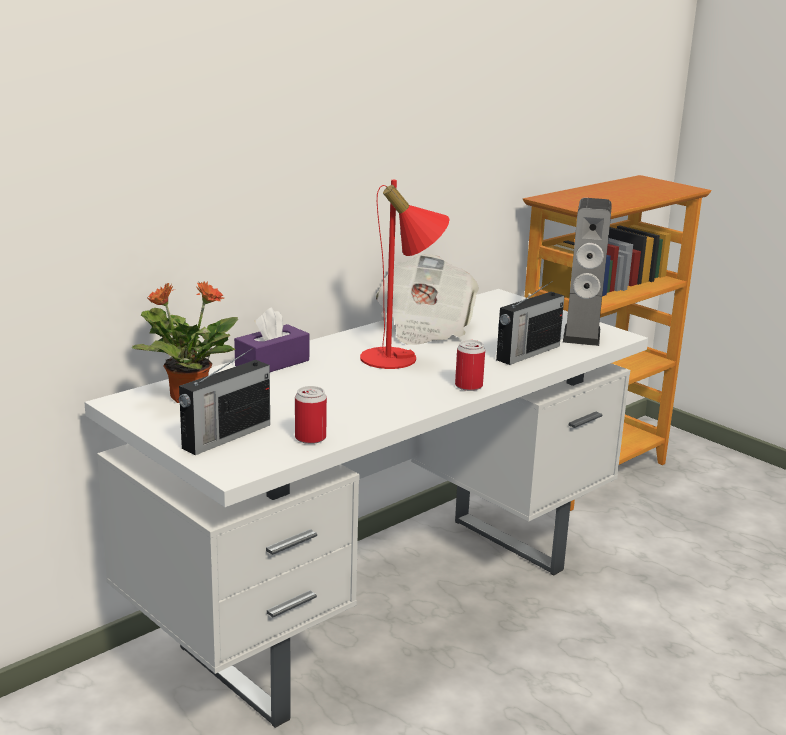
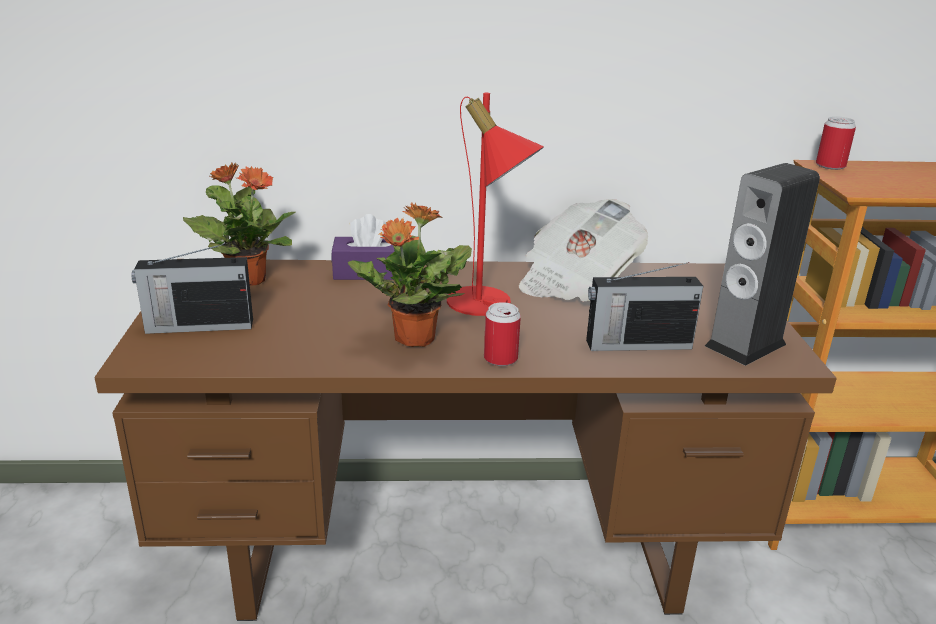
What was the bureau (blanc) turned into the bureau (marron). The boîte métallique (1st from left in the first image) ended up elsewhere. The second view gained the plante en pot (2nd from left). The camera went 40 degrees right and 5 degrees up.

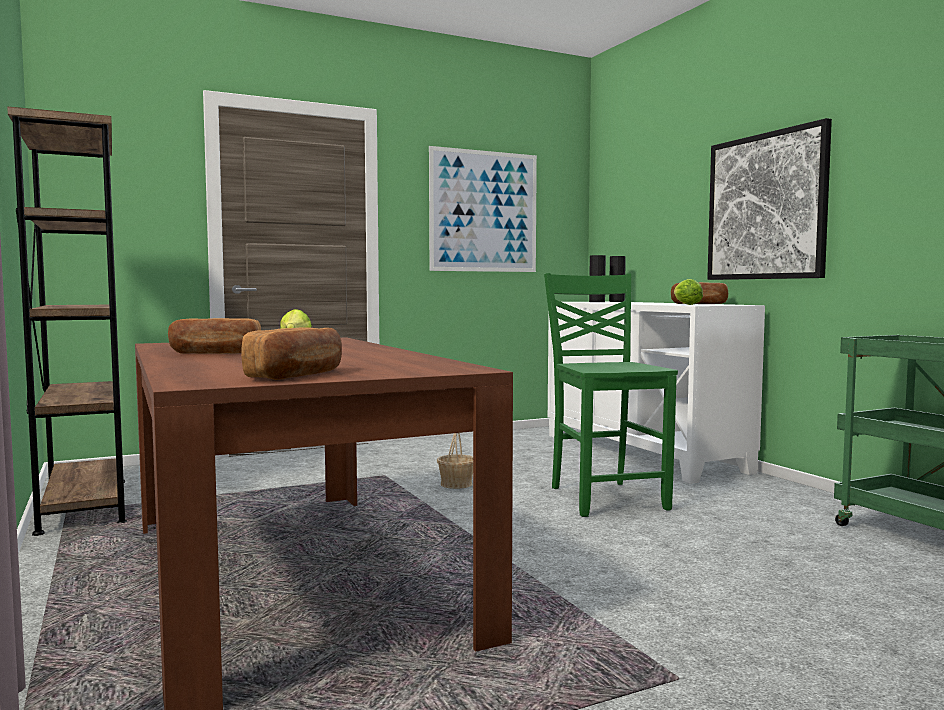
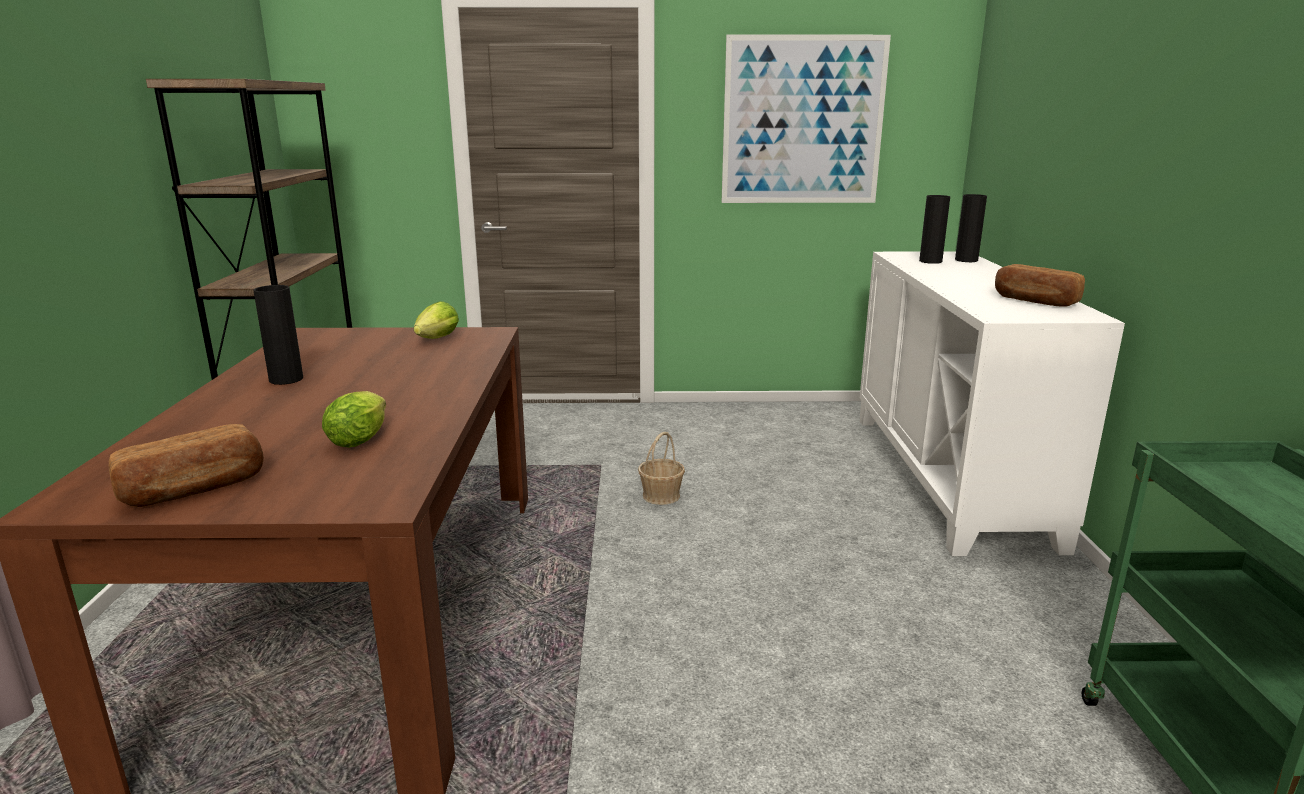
The second view lost the tableau (2nd from left). The second view lost the chaise (vert). The laitue (2nd from left in the first image) ended up elsewhere. Where the pain (1st from left) stood, the vase (noir) (1st from left) came to stand. The camera went 25 degrees right and 15 degrees up.

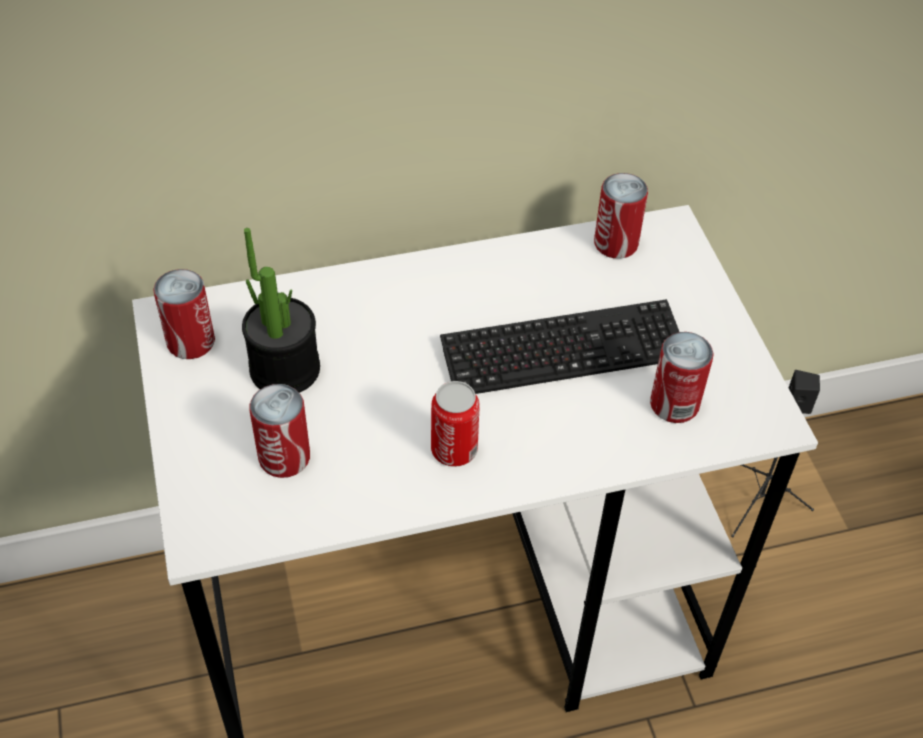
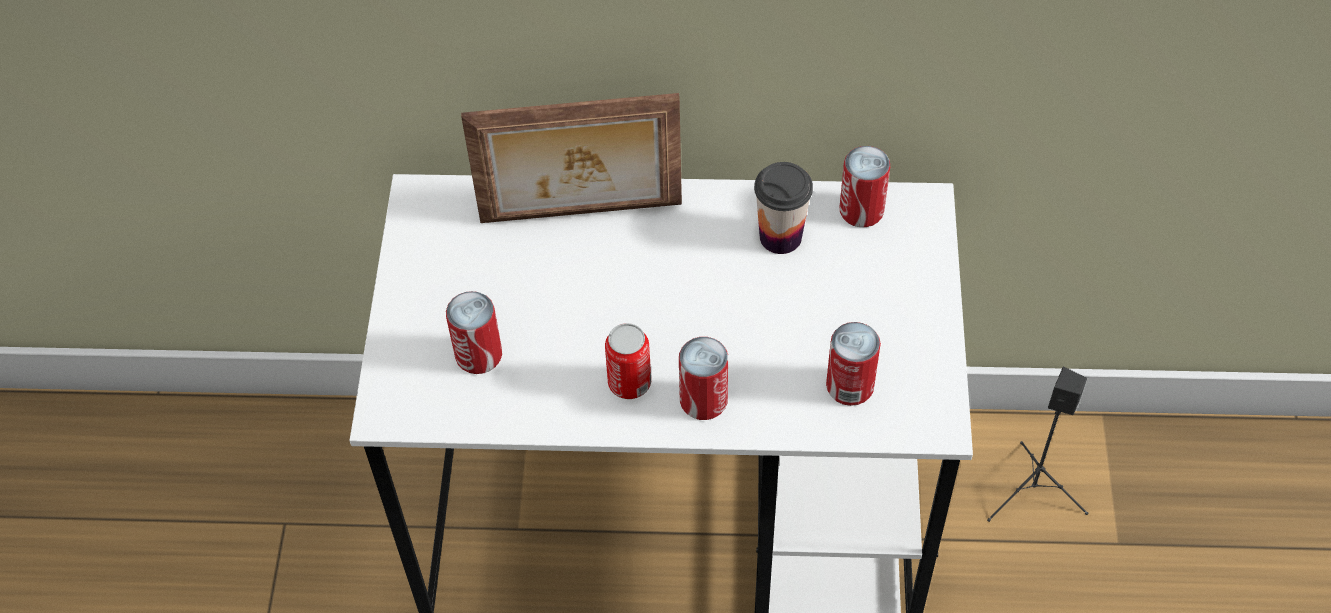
The second view lost the plante en pot. The boîte métallique (1st from left in the first image) ended up elsewhere. The second view lost the clavier. The second view gained the cadre photo. The second view gained the tasse. The camera went 20 degrees right and 5 degrees up.

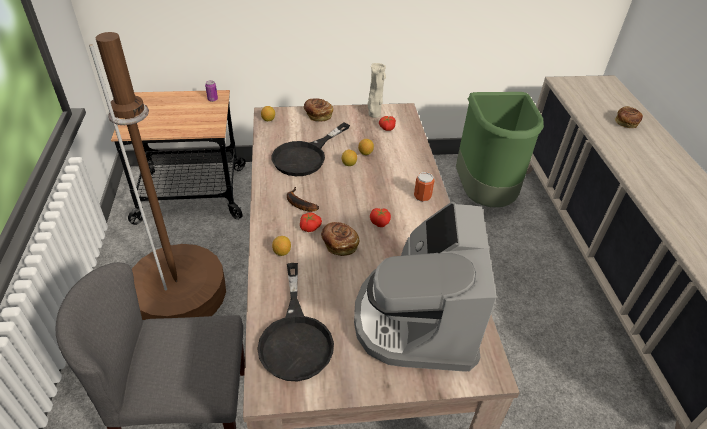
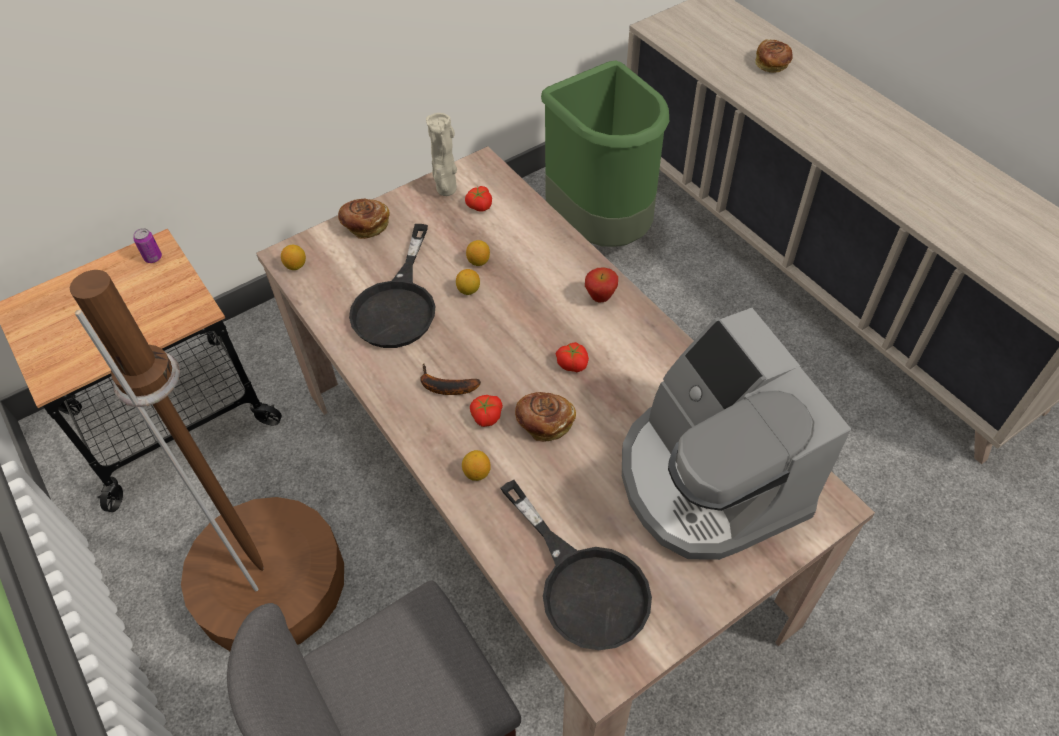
Where the boîte métallique (2nd from left) stood, the pomme came to stand. The camera went 25 degrees left and 10 degrees up.

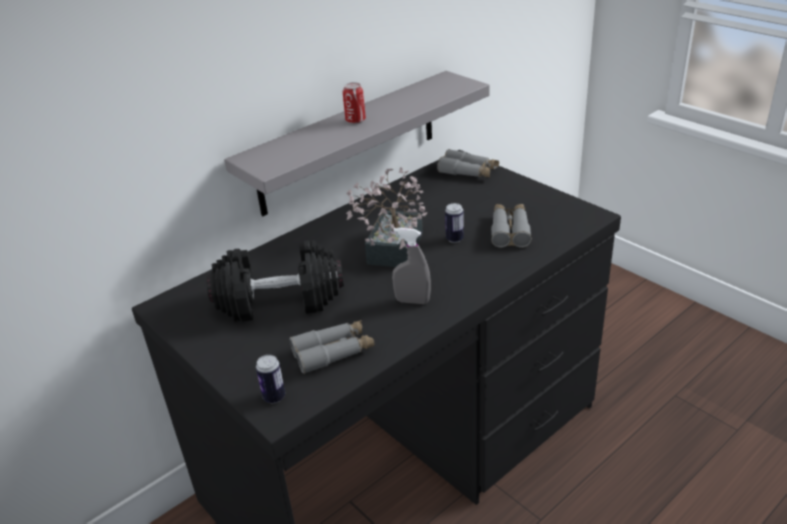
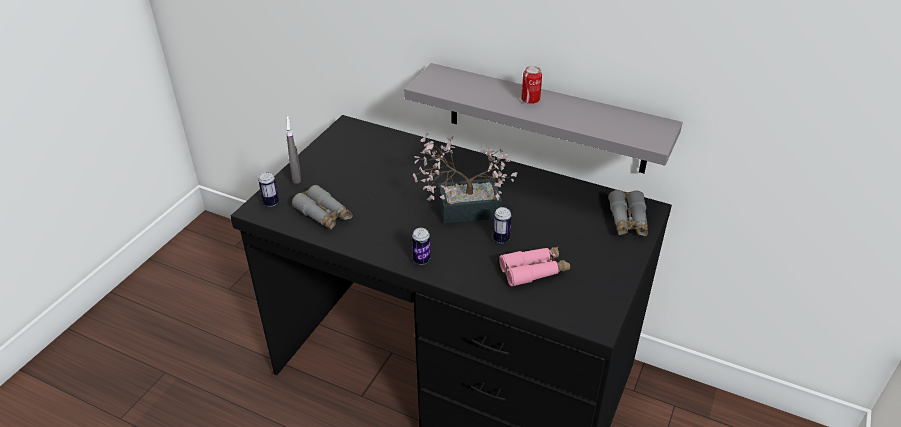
What was the jumelles (gris) (3rd from left) turned into the jumelles (rose). The vaporisateur (gris) ended up elsewhere. The second view lost the haltère (noir). The second view gained the boîte métallique (2nd from left). The camera went 65 degrees right and 5 degrees up.

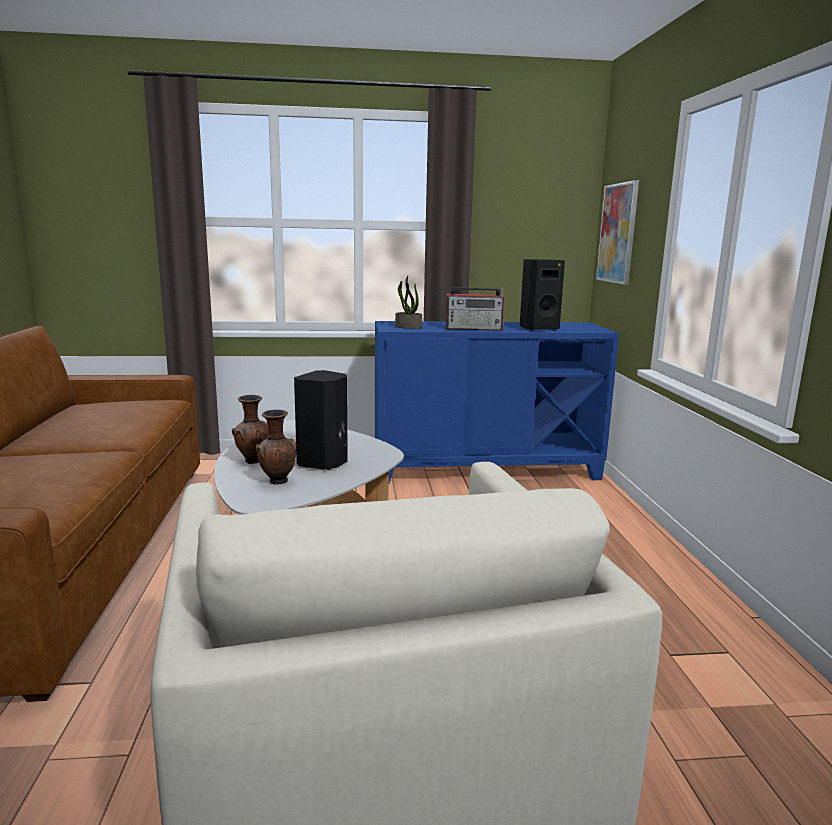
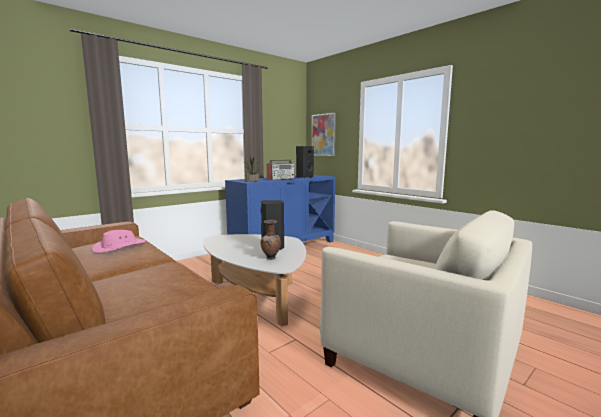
The second view lost the vase (marron) (1st from left). The second view gained the chapeau (rose). The camera went 35 degrees left and 5 degrees down.

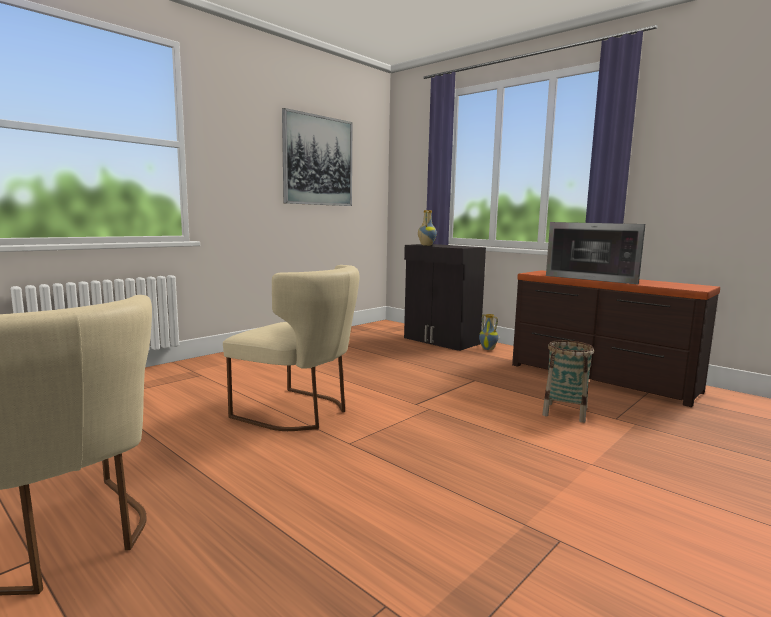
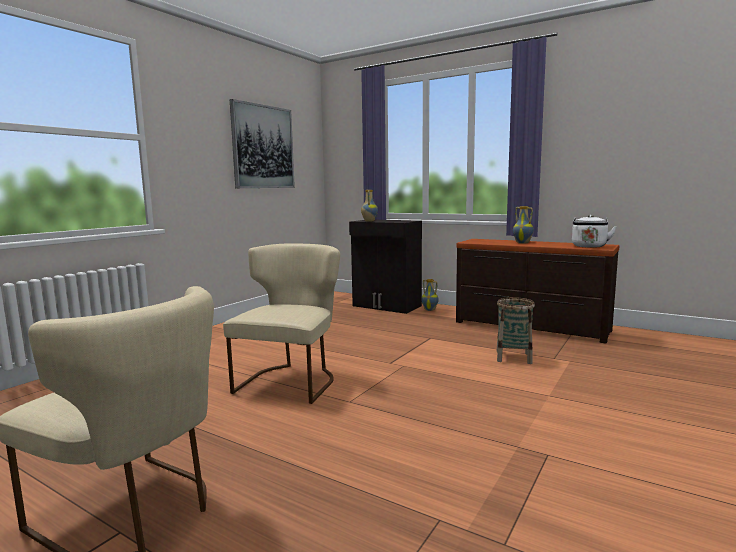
Where the micro-ondes stood, the vase (3rd from left) came to stand. The chaise (beige) (2nd from left) ended up facing another way, 90 degrees counterclockwise from before. The second view gained the bouilloire (blanc). The camera went 10 degrees left and 0 degrees up.

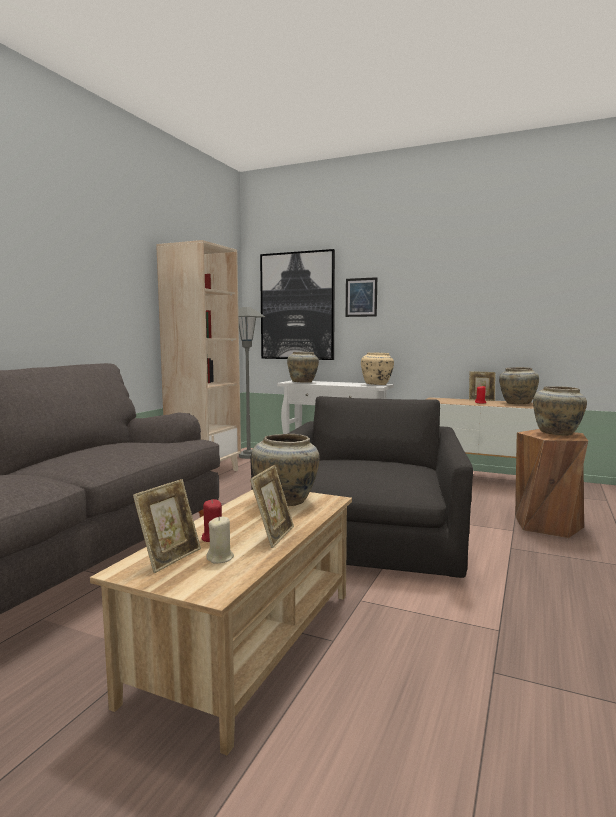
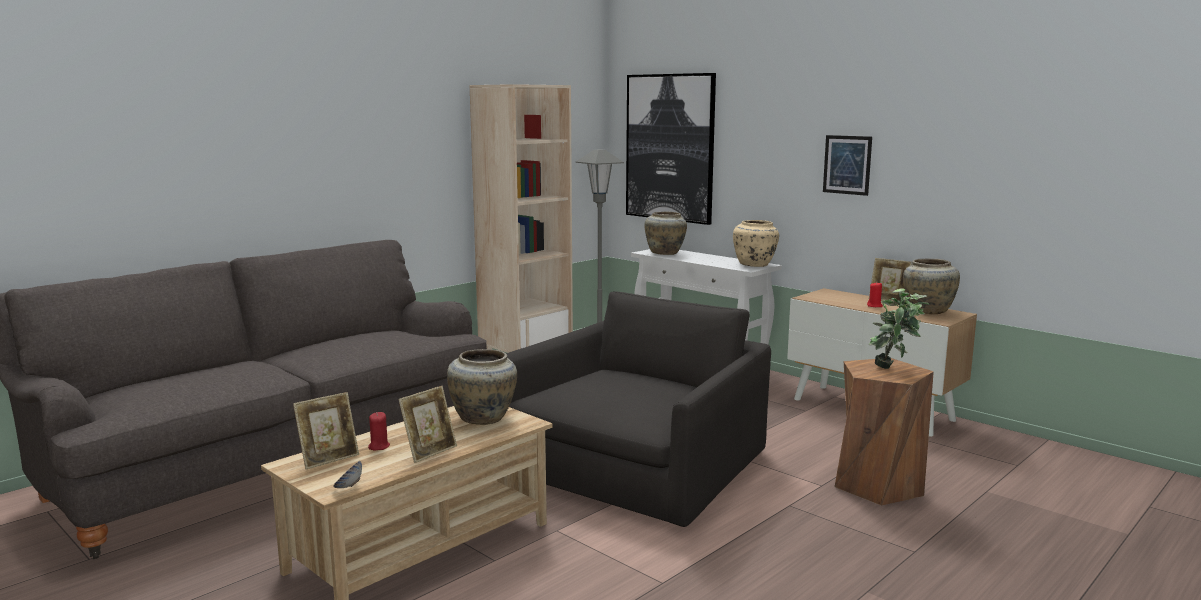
The tableau (2nd from left) ended up elsewhere. Where the vase (beige) (5th from left) stood, the plante en pot came to stand. The second view lost the bougie (beige). The second view gained the bol. The camera went 20 degrees right and 5 degrees up.

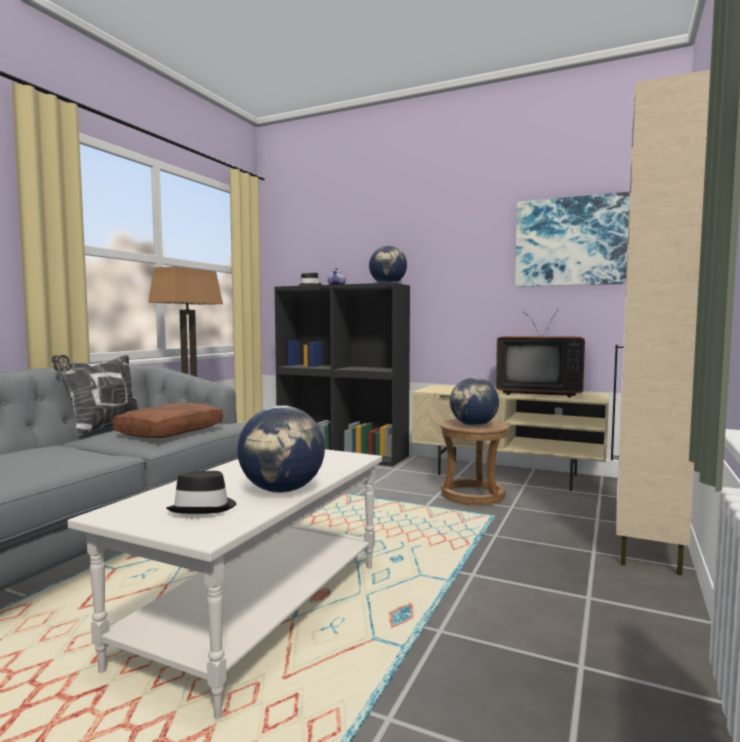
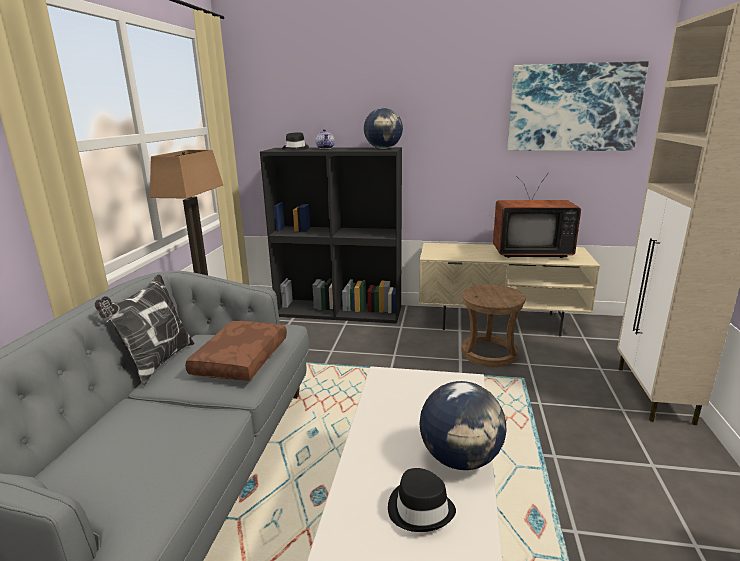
The second view lost the globe (3rd from left). The camera went 15 degrees left and 15 degrees up.

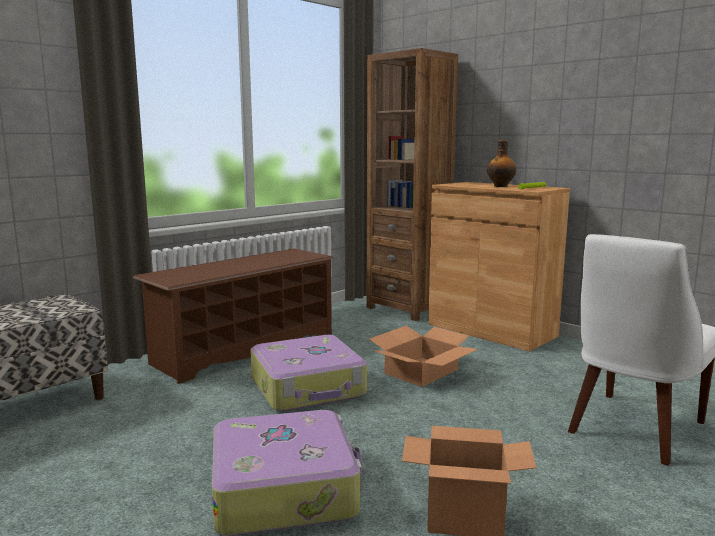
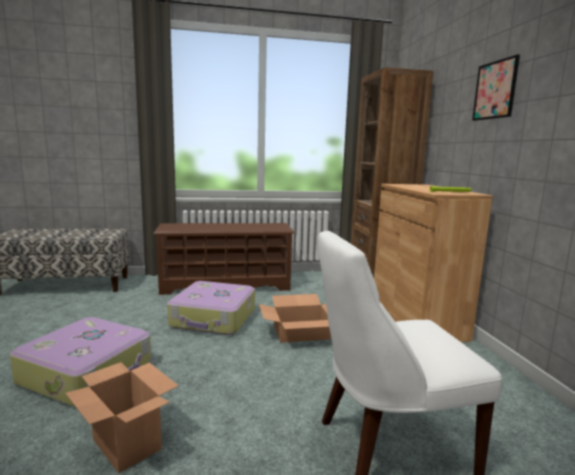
The second view lost the bouteille. The second view gained the tableau. The camera went 35 degrees right and 0 degrees up.

